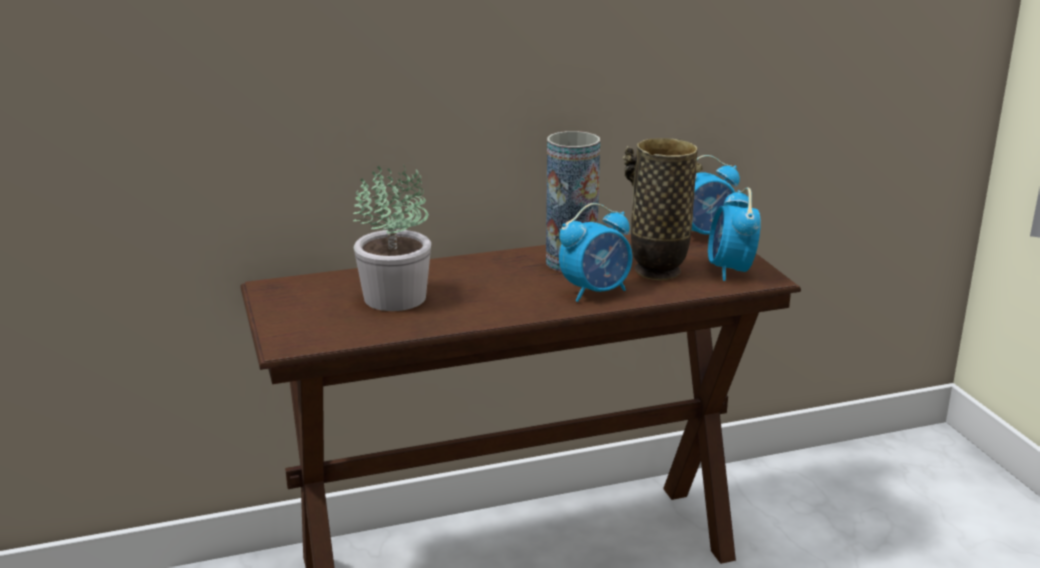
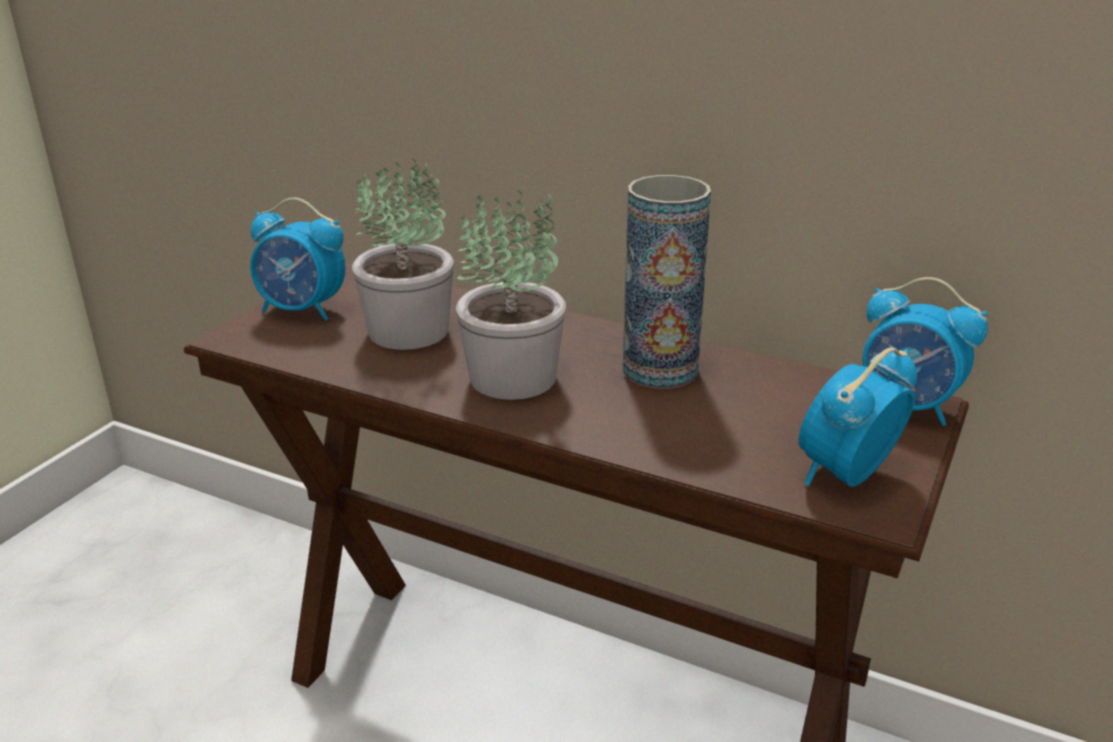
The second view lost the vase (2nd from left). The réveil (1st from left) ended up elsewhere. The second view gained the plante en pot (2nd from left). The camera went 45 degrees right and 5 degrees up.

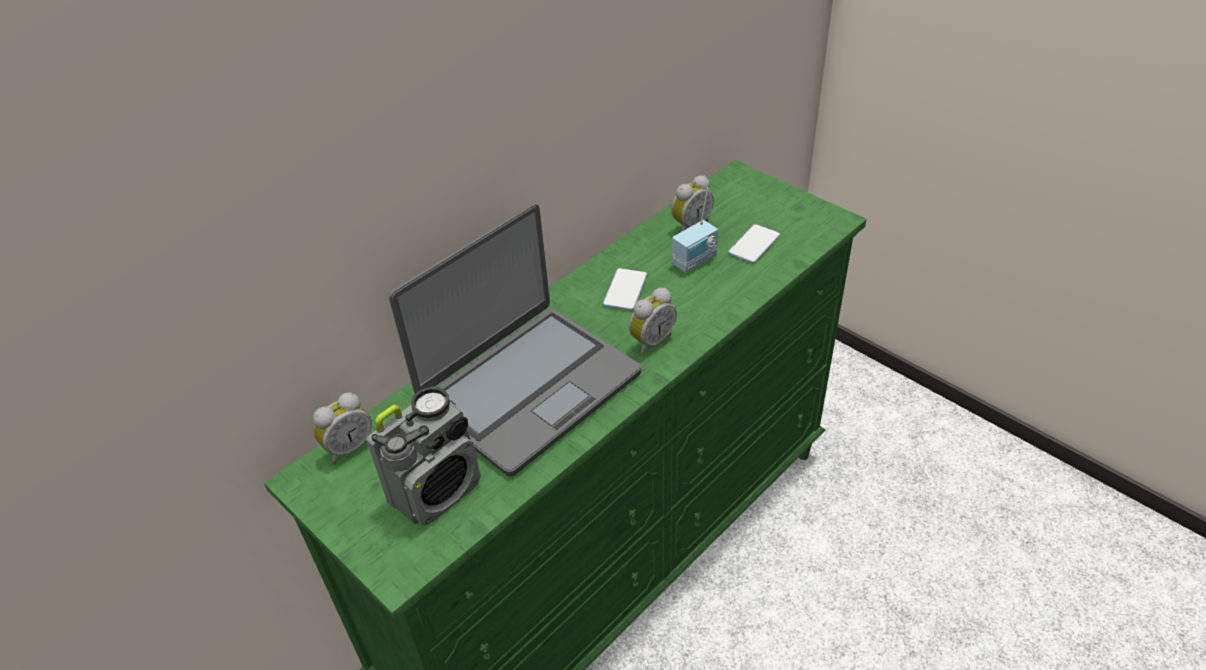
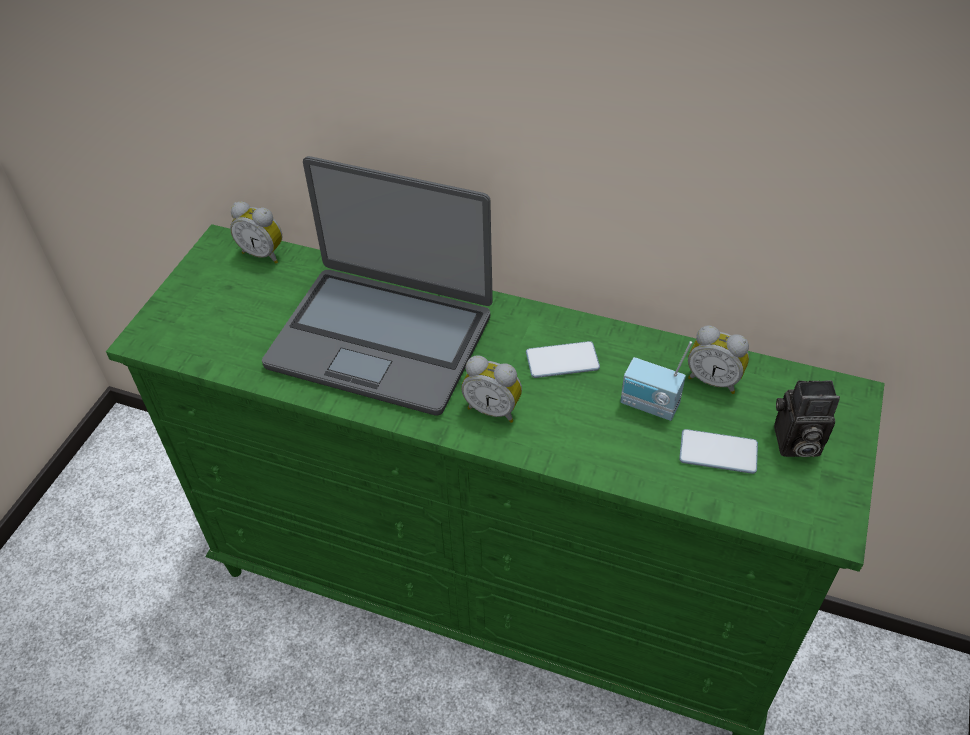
The second view lost the radio (1st from left). The second view gained the appareil photo. The camera went 65 degrees right and 5 degrees up.

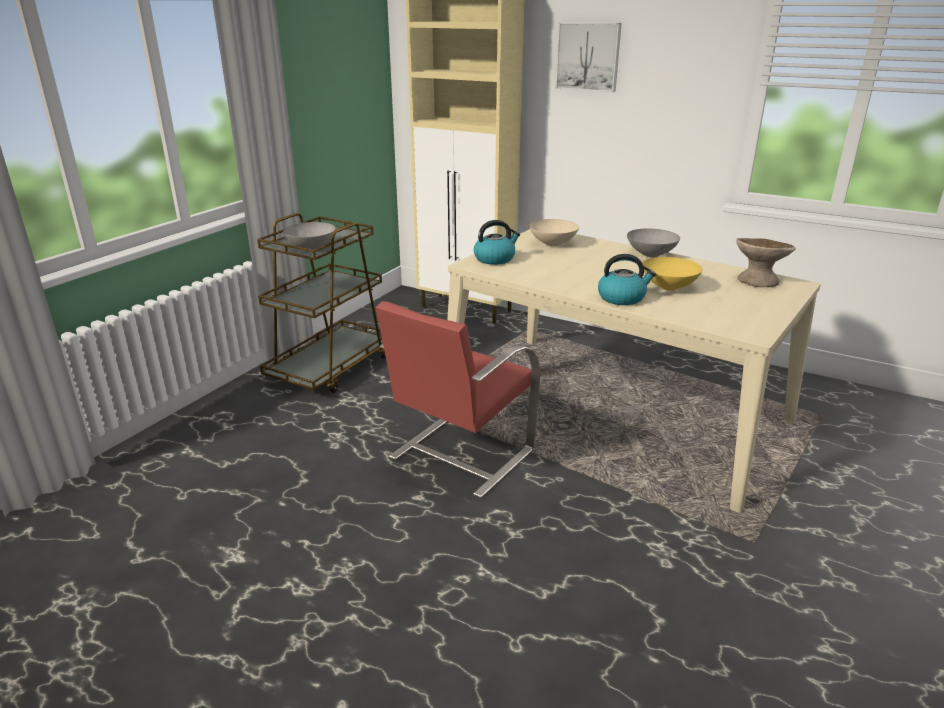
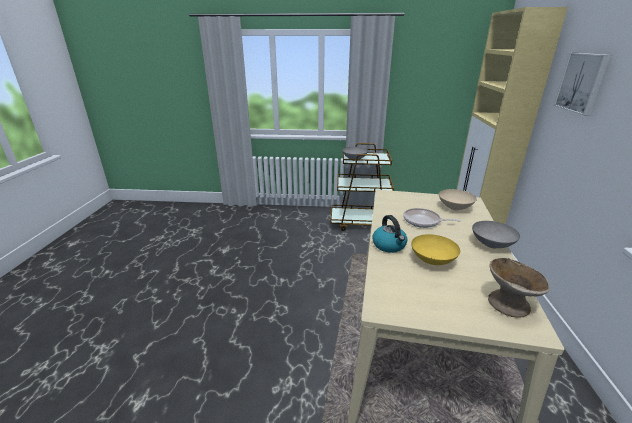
The second view lost the bouilloire (1st from left). The second view lost the chaise (rouge). The second view gained the poêle. The camera went 65 degrees right and 0 degrees up.

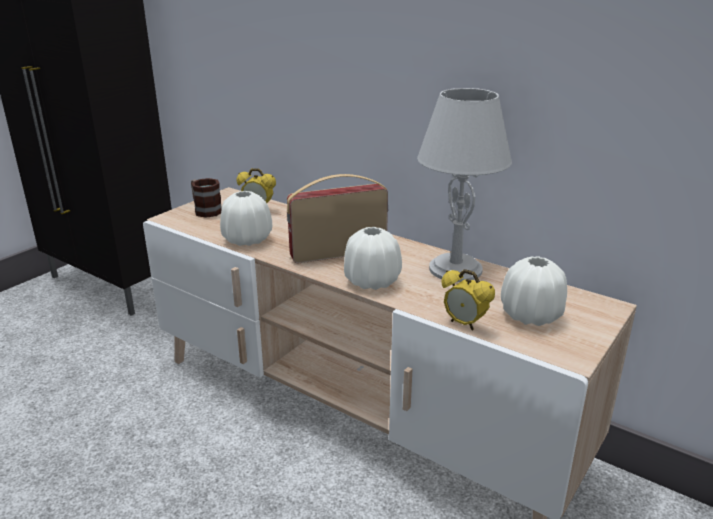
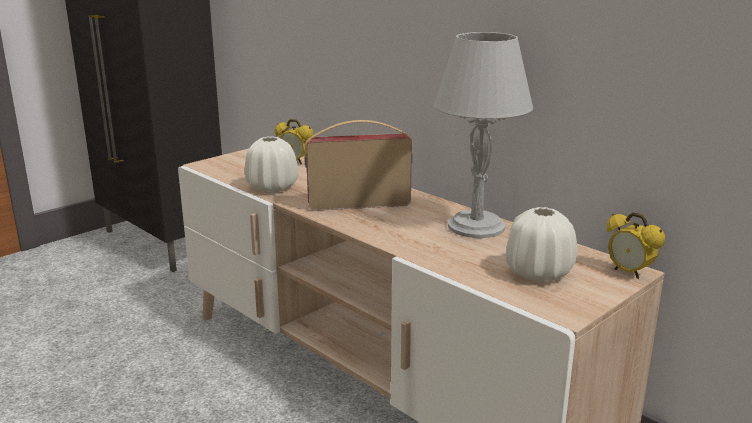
The second view lost the mug. The second view lost the vase (blanc) (2nd from left). The réveil (2nd from left) ended up elsewhere. The camera went 10 degrees right and 5 degrees down.

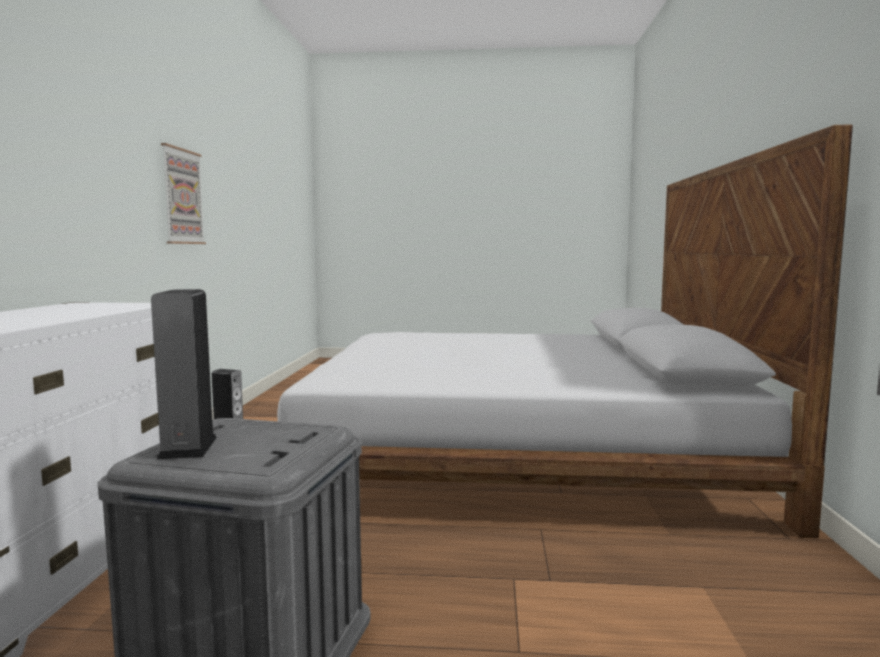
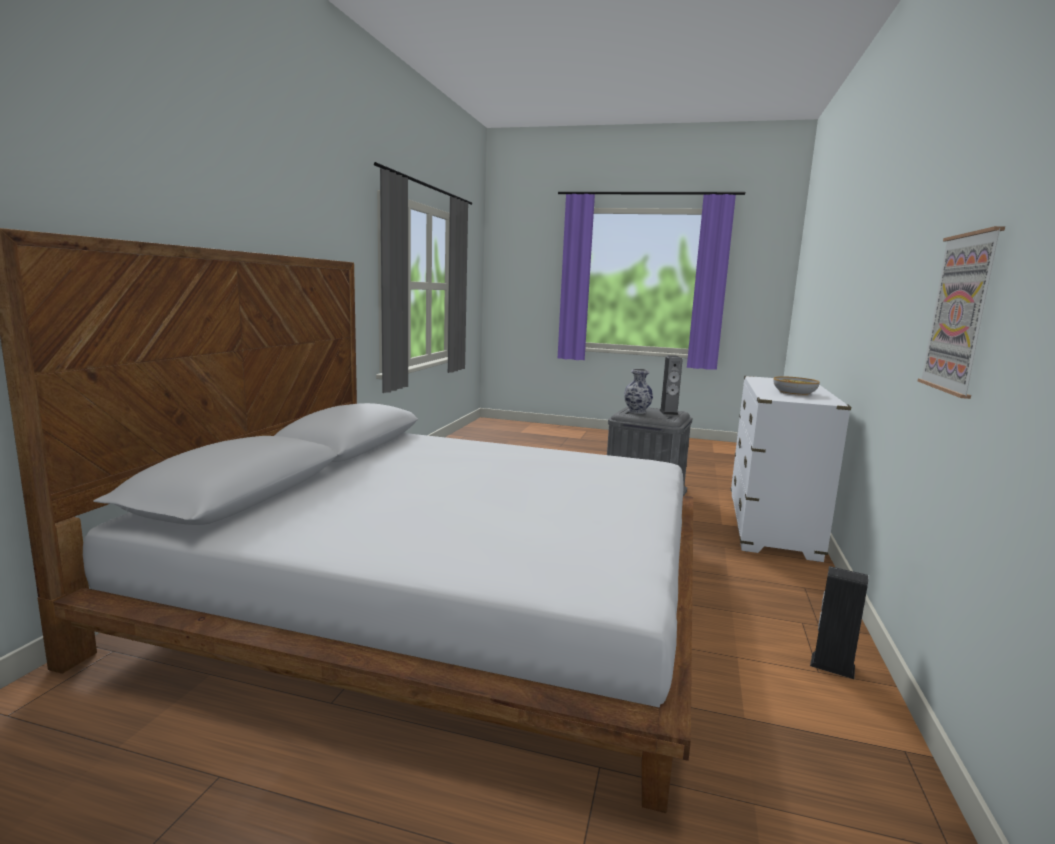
The second view gained the vase. The second view gained the bol. The camera went 170 degrees left and 5 degrees up.

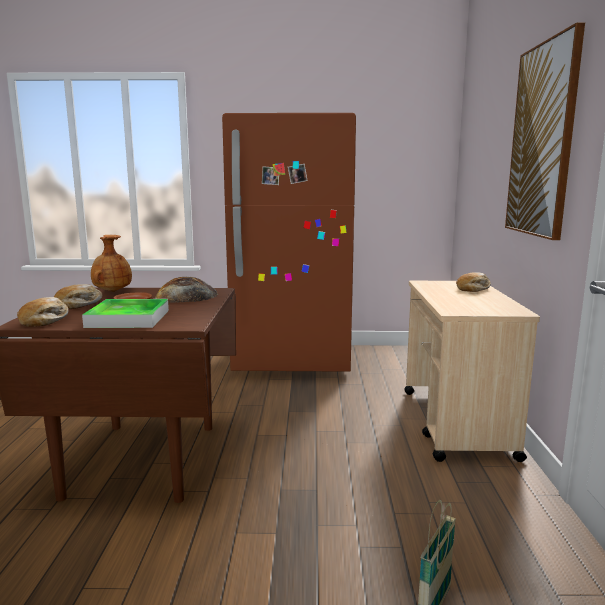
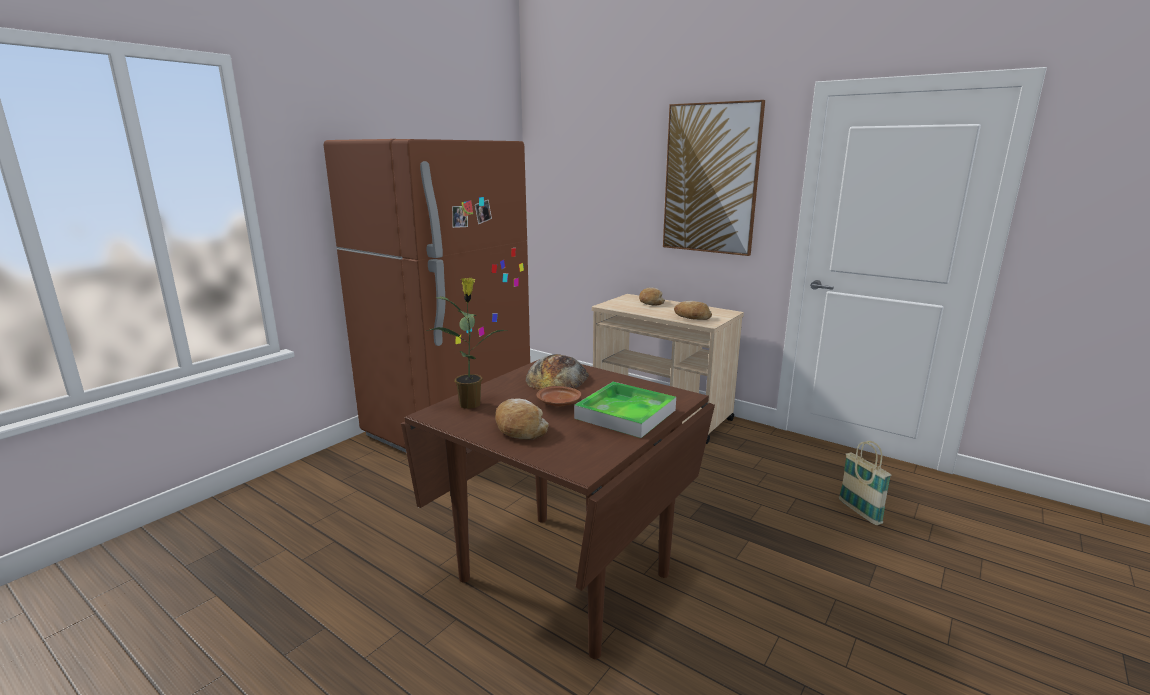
Where the vase (marron) stood, the plante en pot came to stand. The pain (1st from left in the first image) ended up elsewhere. The camera went 55 degrees left and 5 degrees up.

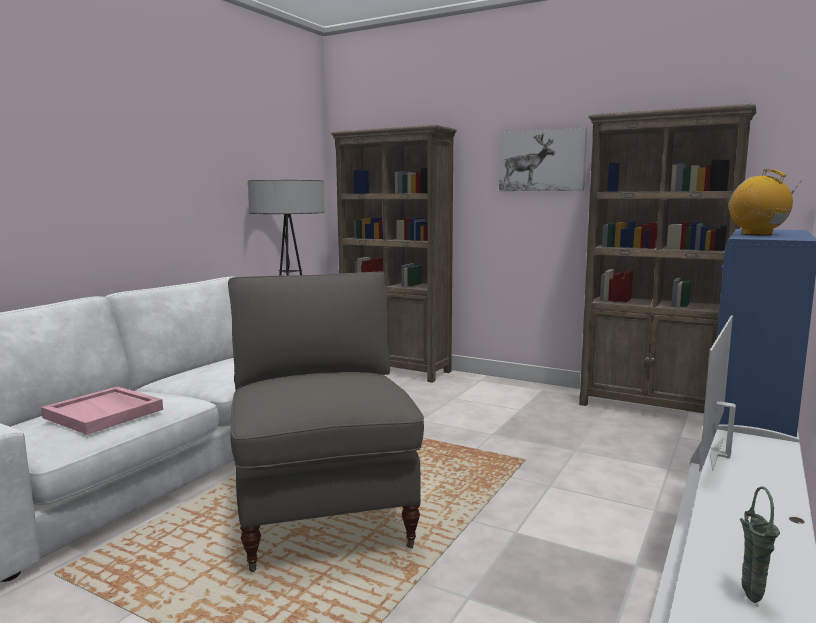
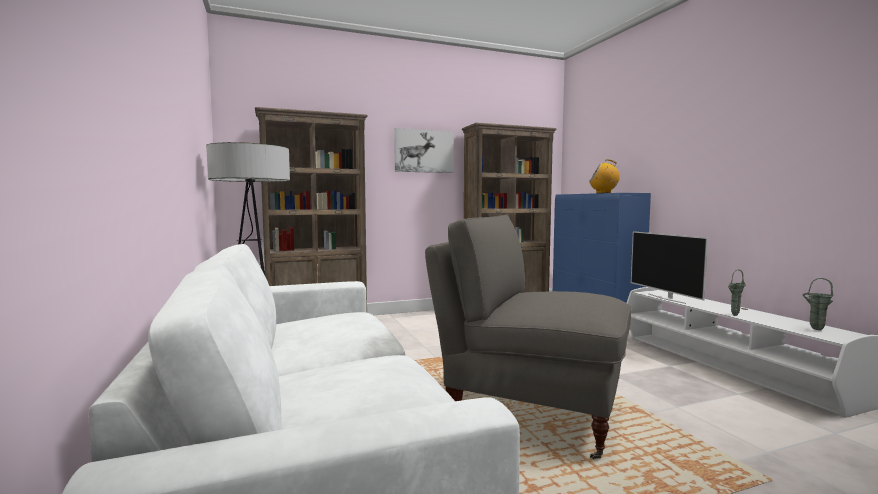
The second view lost the plateau (rose). The second view gained the vase (vert) (1st from left). The camera went 50 degrees left and 5 degrees down.

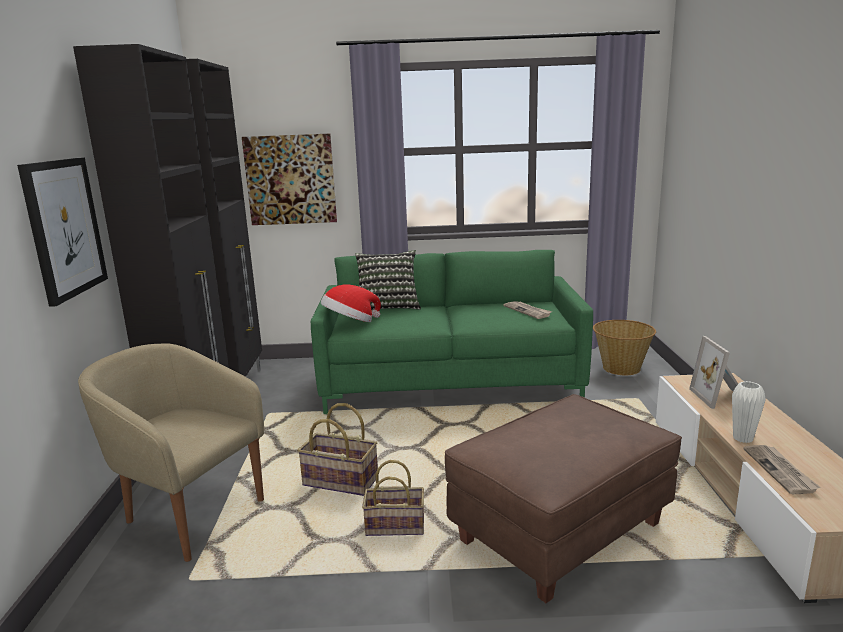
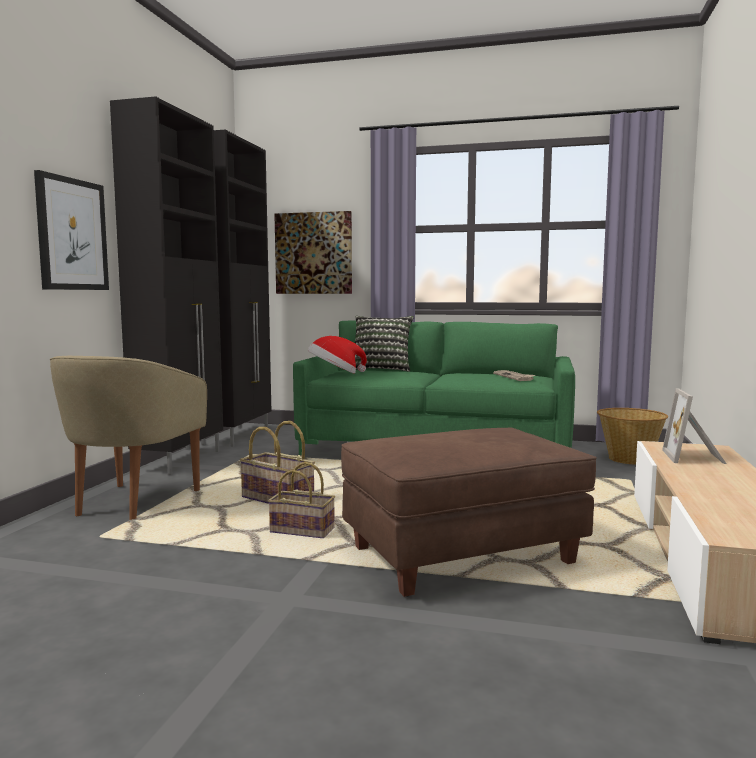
The fauteuil (beige) ended up facing another way, 120 degrees counterclockwise from before. The second view lost the vase (blanc). The second view lost the journal (2nd from left). The camera went 15 degrees right and 10 degrees down.

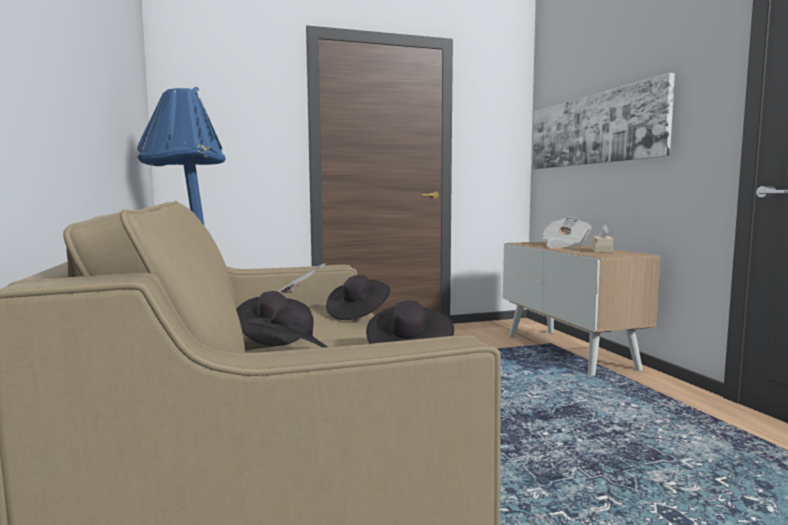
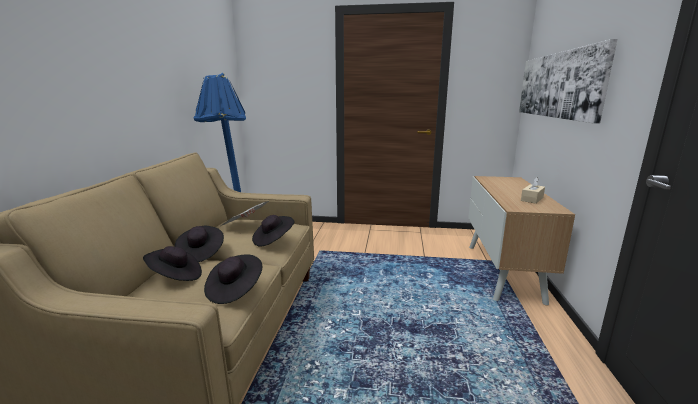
The second view lost the journal (2nd from left). The camera went 25 degrees right and 10 degrees up.

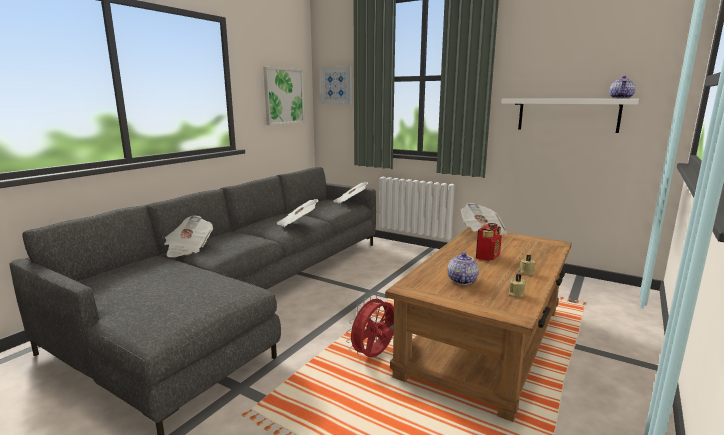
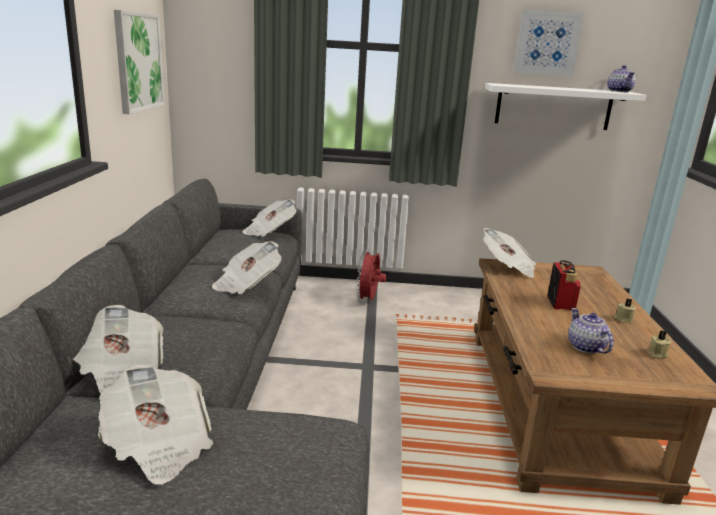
The tableau (2nd from left) ended up elsewhere. The ventilateur (rouge) ended up elsewhere. The second view gained the journal (2nd from left). The camera went 30 degrees left and 5 degrees up.

